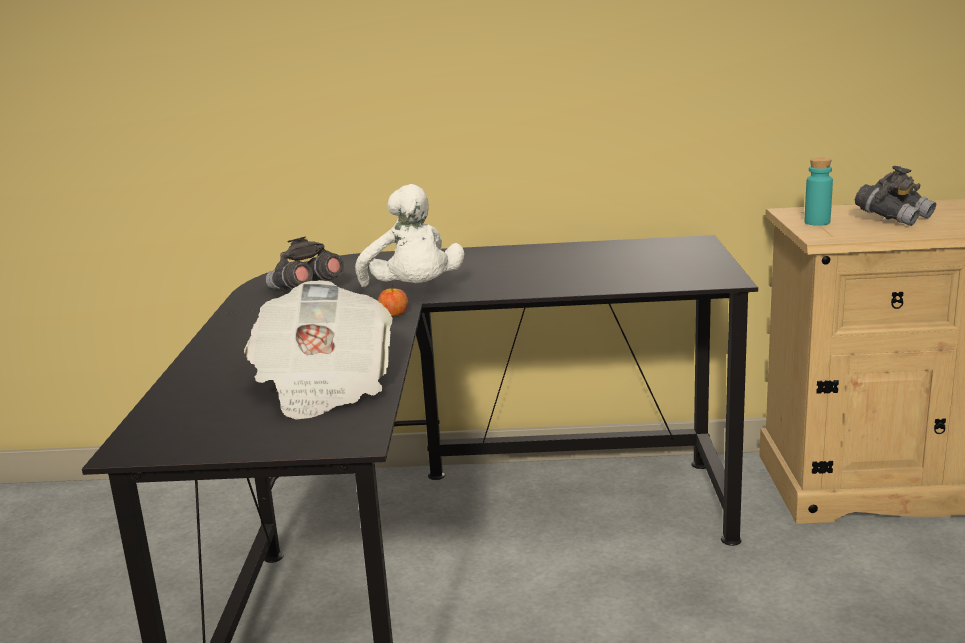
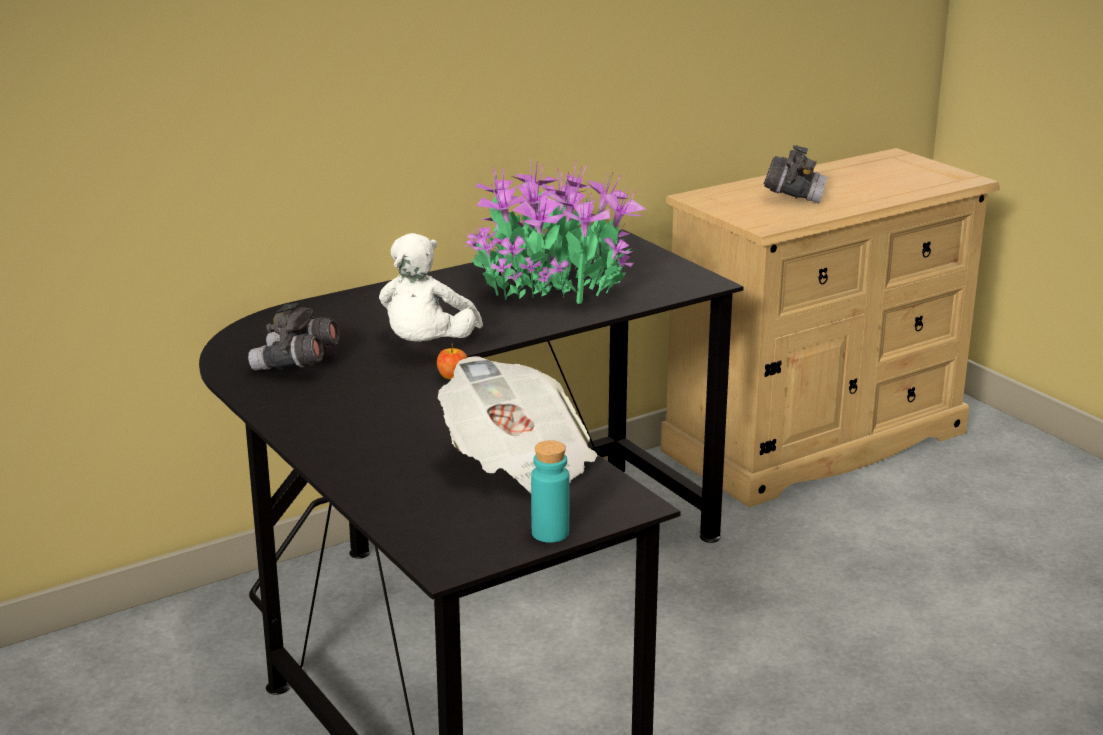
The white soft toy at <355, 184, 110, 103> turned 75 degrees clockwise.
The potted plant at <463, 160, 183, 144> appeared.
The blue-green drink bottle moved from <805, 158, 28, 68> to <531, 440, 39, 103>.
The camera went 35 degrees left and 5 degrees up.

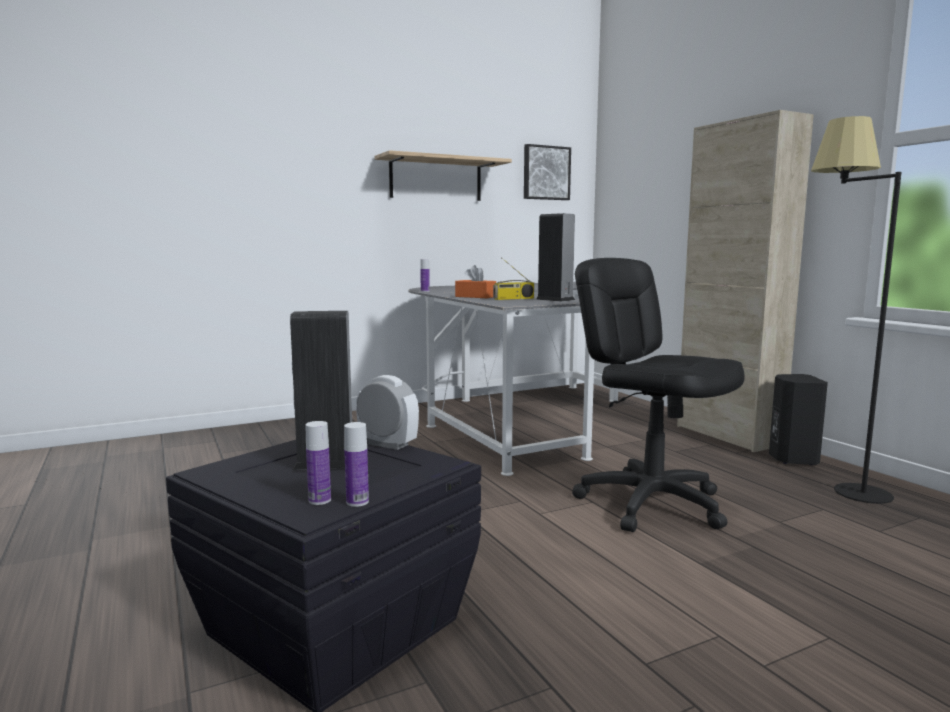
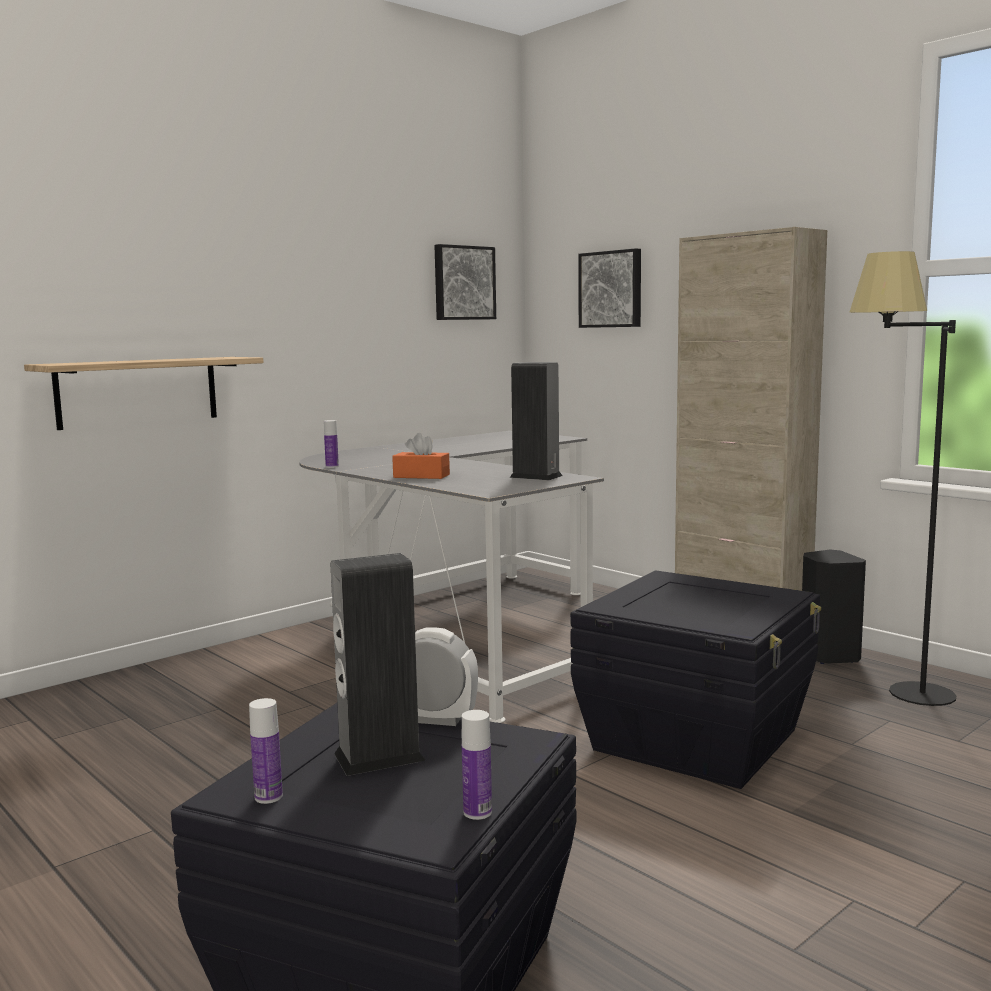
The shelf moved from <374, 150, 138, 51> to <24, 357, 240, 73>.
The drink bottle moved from <306, 421, 25, 84> to <249, 698, 34, 106>.
The black computer chair at <572, 258, 173, 274> was replaced by the black storage container at <570, 570, 251, 219>.
The wall art at <578, 248, 63, 80> appeared.
The radio set at <493, 257, 41, 43> disappeared.
The camera went 15 degrees left and 0 degrees up.

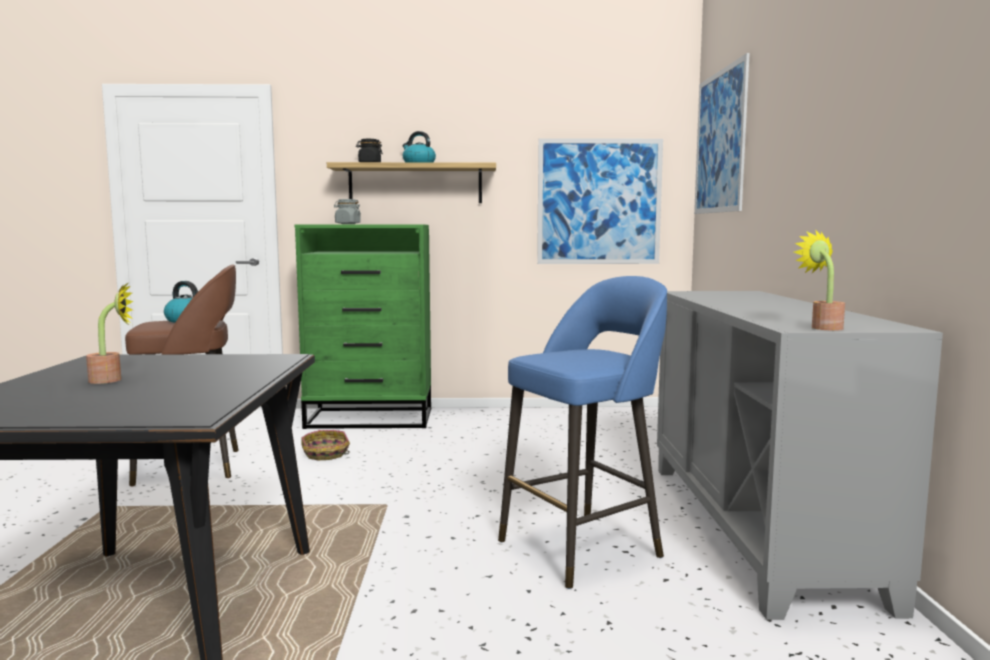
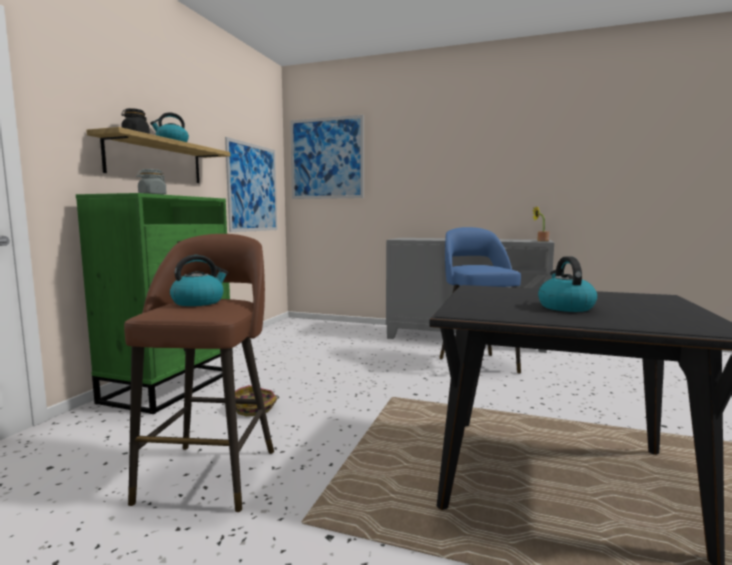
The potted plant at <86, 282, 47, 102> was replaced by the tea kettle at <538, 256, 59, 56>.
The camera went 70 degrees left and 0 degrees up.

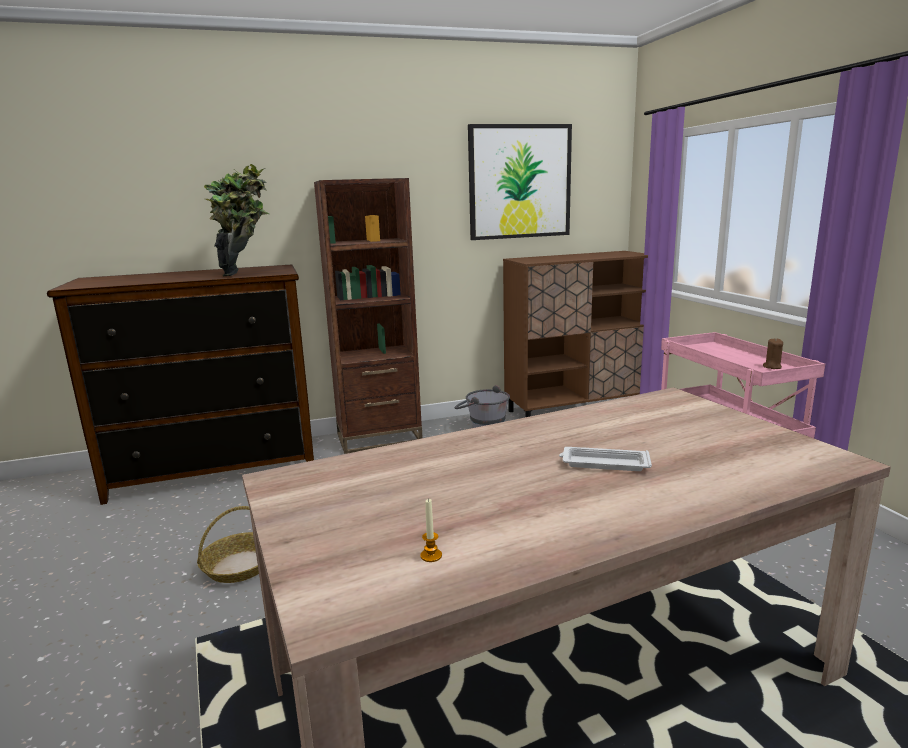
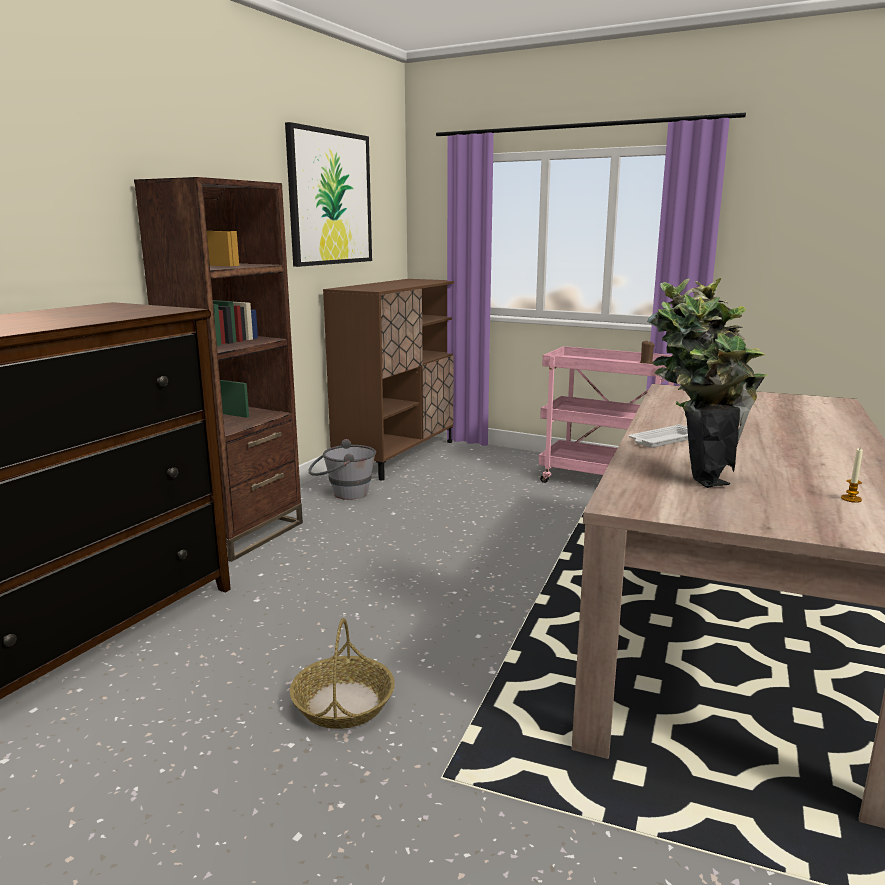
The white tray moved from <559, 447, 93, 24> to <629, 424, 59, 24>.
The potted plant moved from <204, 164, 65, 113> to <647, 278, 120, 210>.
The camera went 45 degrees left and 0 degrees up.

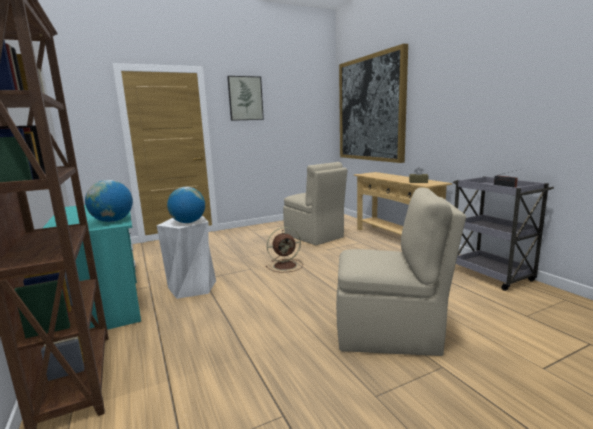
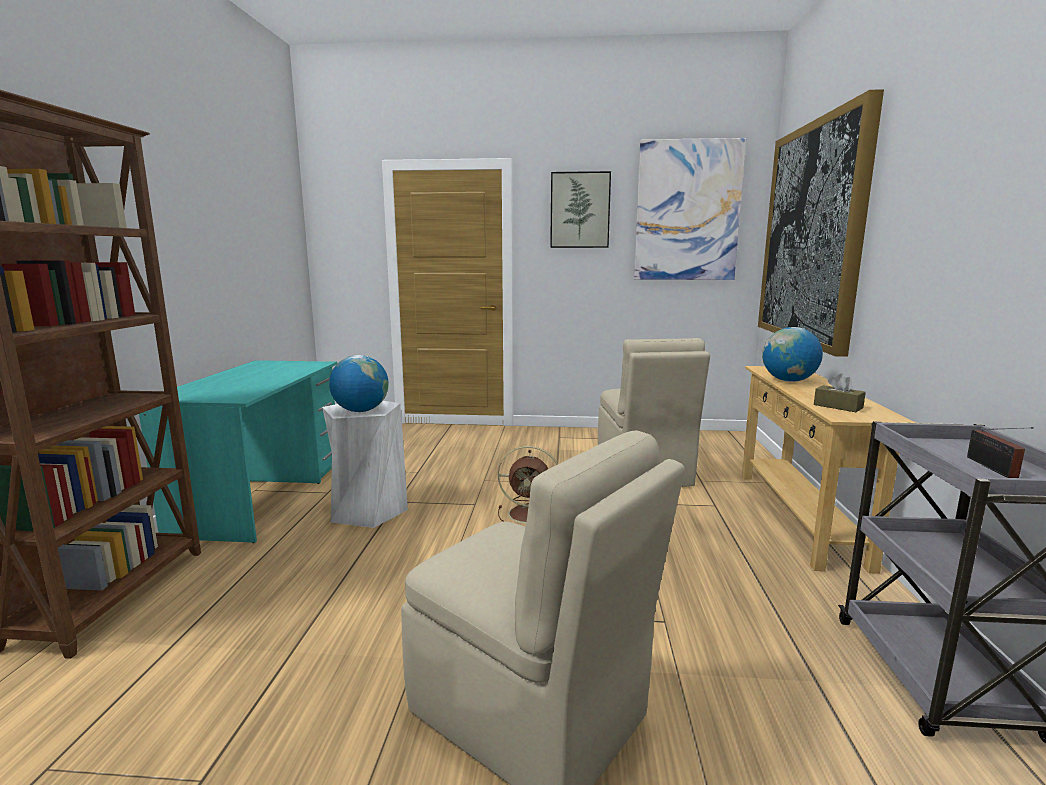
The wall art at <634, 138, 112, 142> appeared.
The globe moved from <85, 180, 48, 42> to <762, 327, 61, 55>.
The camera went 30 degrees right and 0 degrees up.

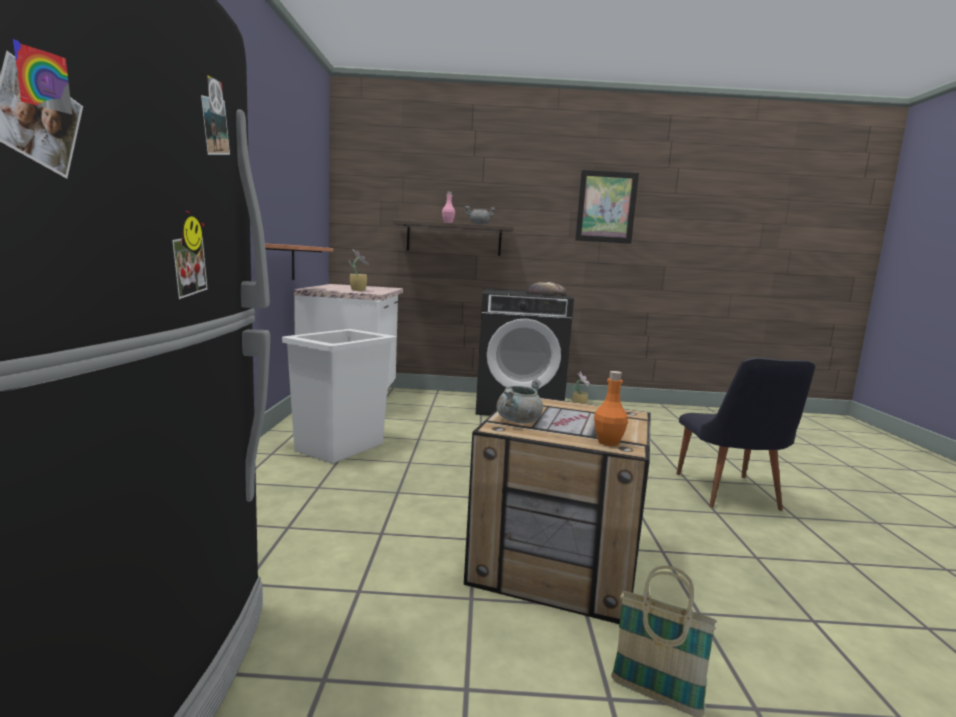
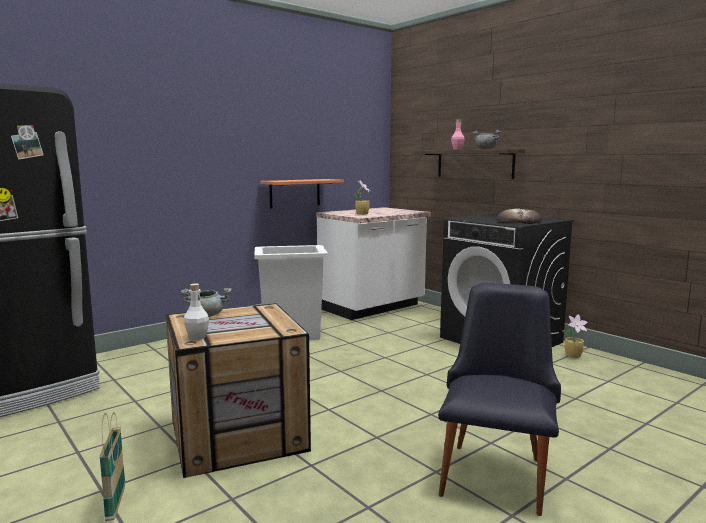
The orangey drink bottle at <594, 371, 34, 75> became the white drink bottle at <184, 283, 25, 57>.
The black chair at <676, 358, 140, 153> turned 150 degrees clockwise.
The wall art at <575, 170, 64, 74> disappeared.
The camera went 50 degrees right and 0 degrees up.

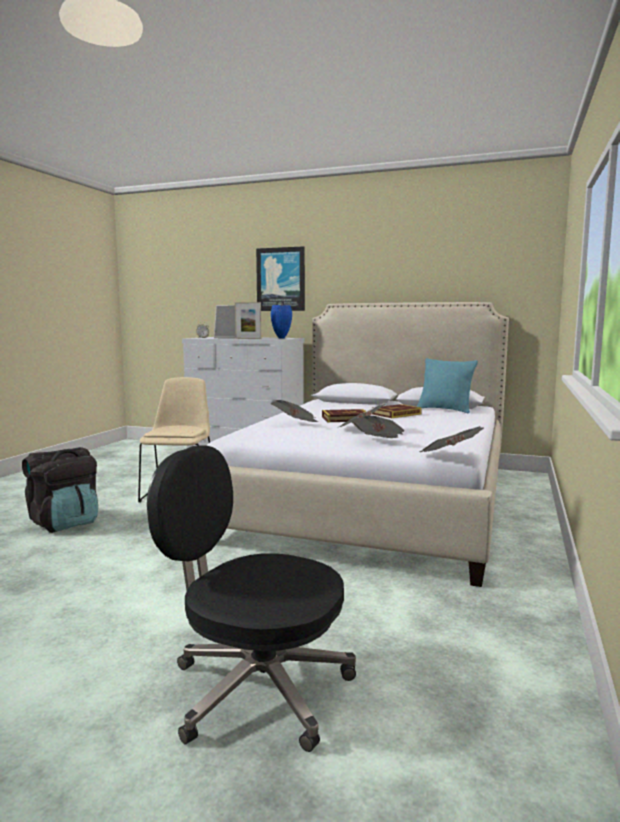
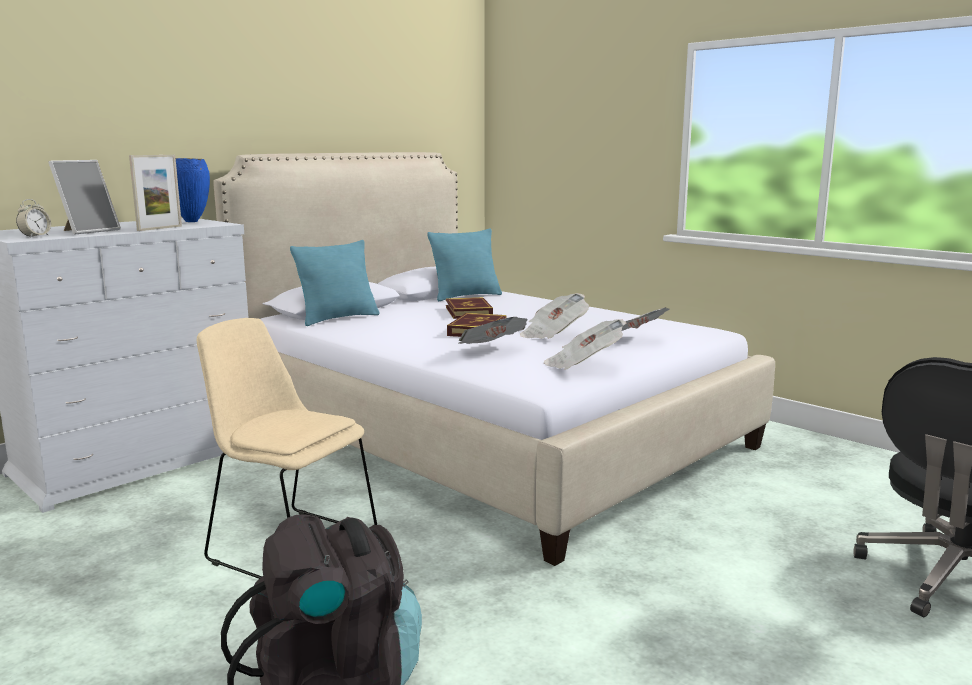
The blue-green throw pillow at <290, 240, 90, 86> appeared.
The printed paper moved from <419, 426, 65, 26> to <544, 319, 82, 51>.
The wall art at <256, 246, 49, 65> disappeared.
The camera went 65 degrees left and 5 degrees up.

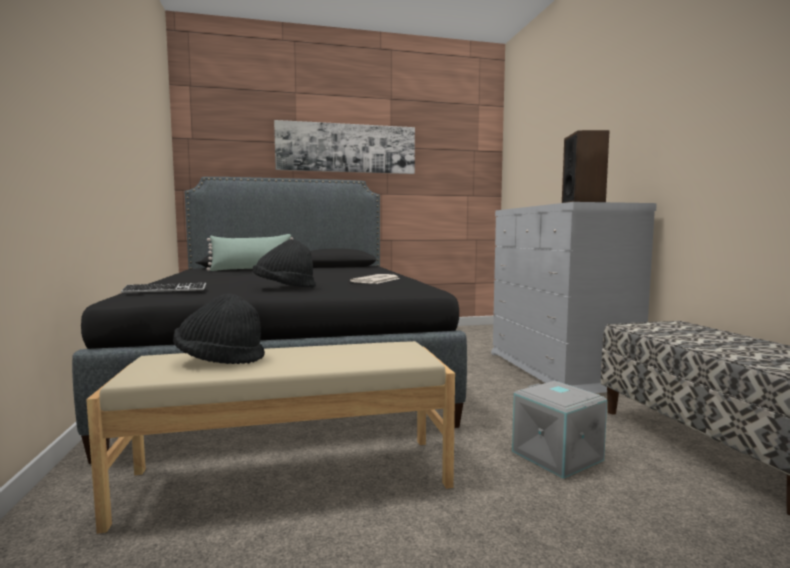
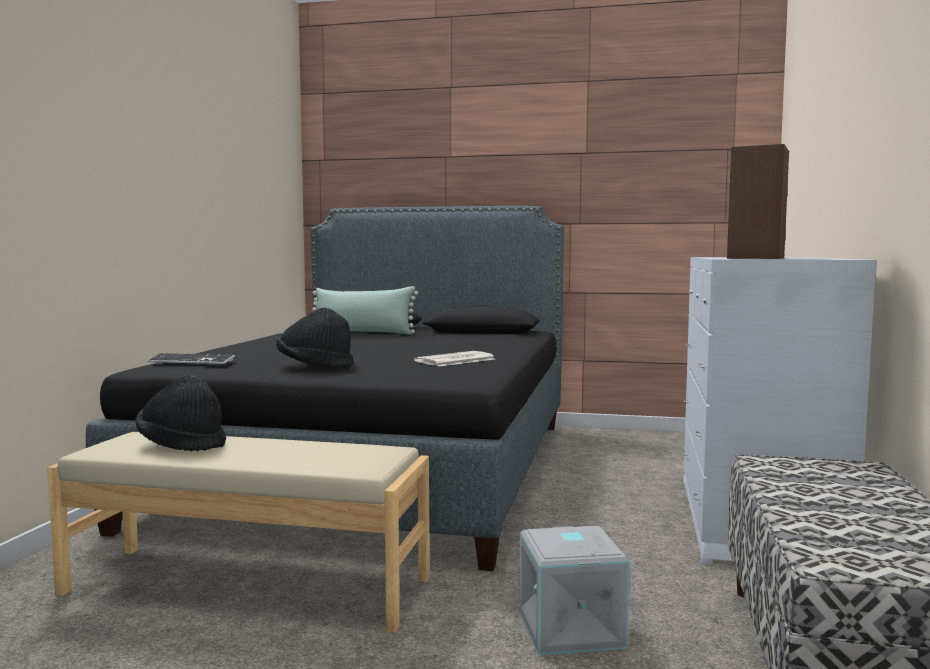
The wall art at <274, 120, 141, 54> disappeared.
The camera went 25 degrees right and 0 degrees up.

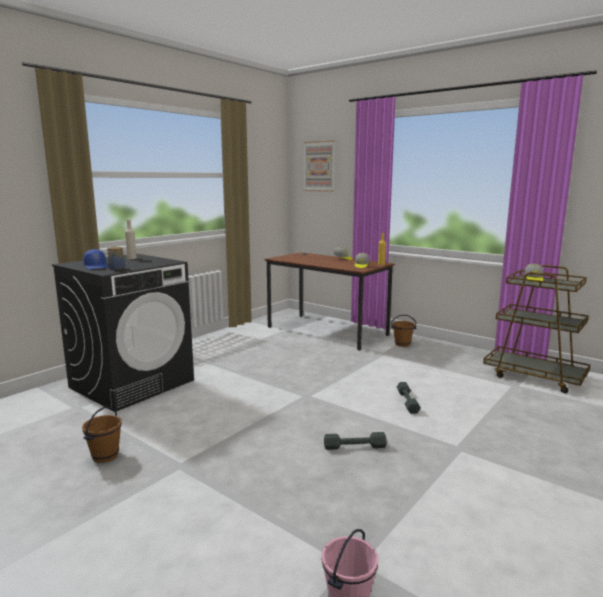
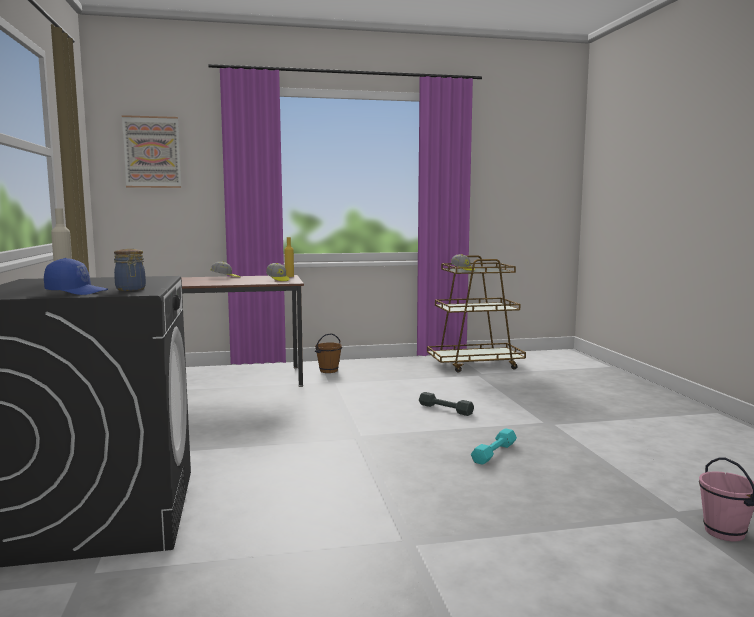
The greyish free weight at <324, 432, 63, 18> became the blue-green free weight at <471, 428, 46, 36>.
The brownish bucket at <82, 406, 40, 57> disappeared.
The camera went 50 degrees left and 5 degrees down.

